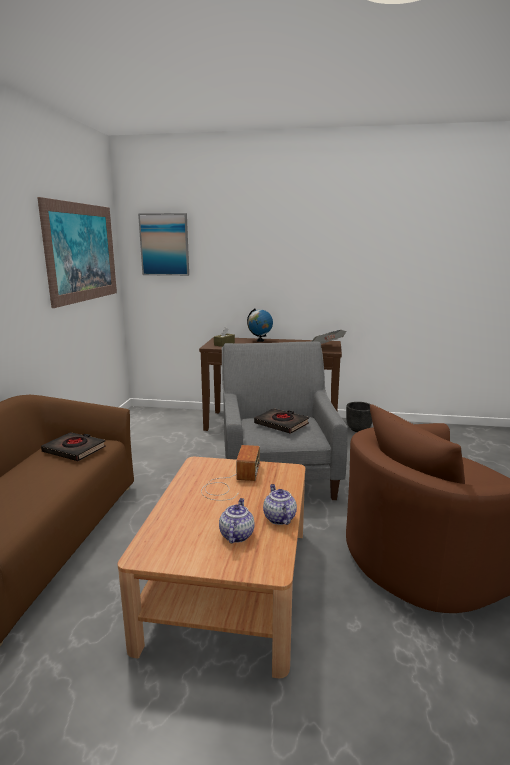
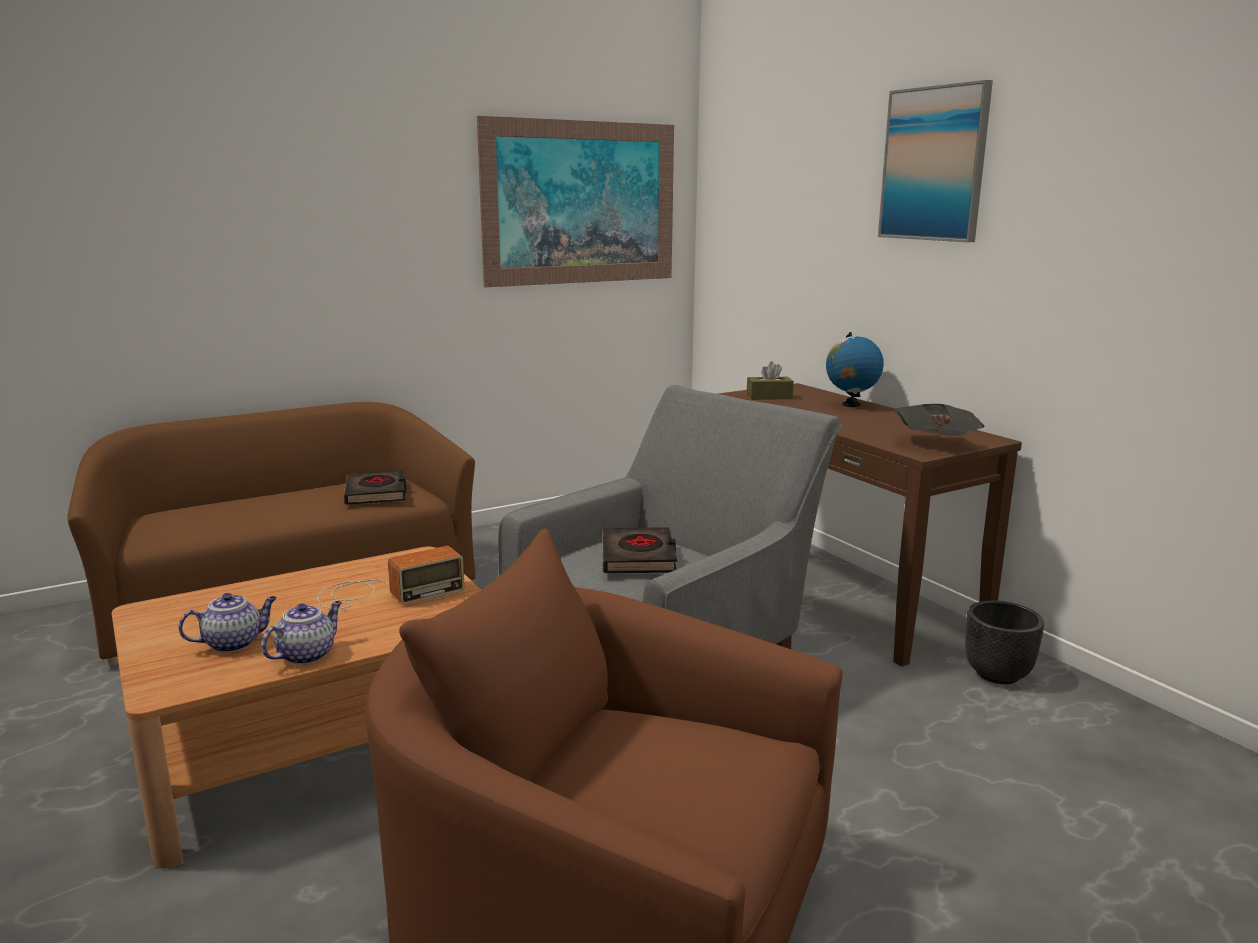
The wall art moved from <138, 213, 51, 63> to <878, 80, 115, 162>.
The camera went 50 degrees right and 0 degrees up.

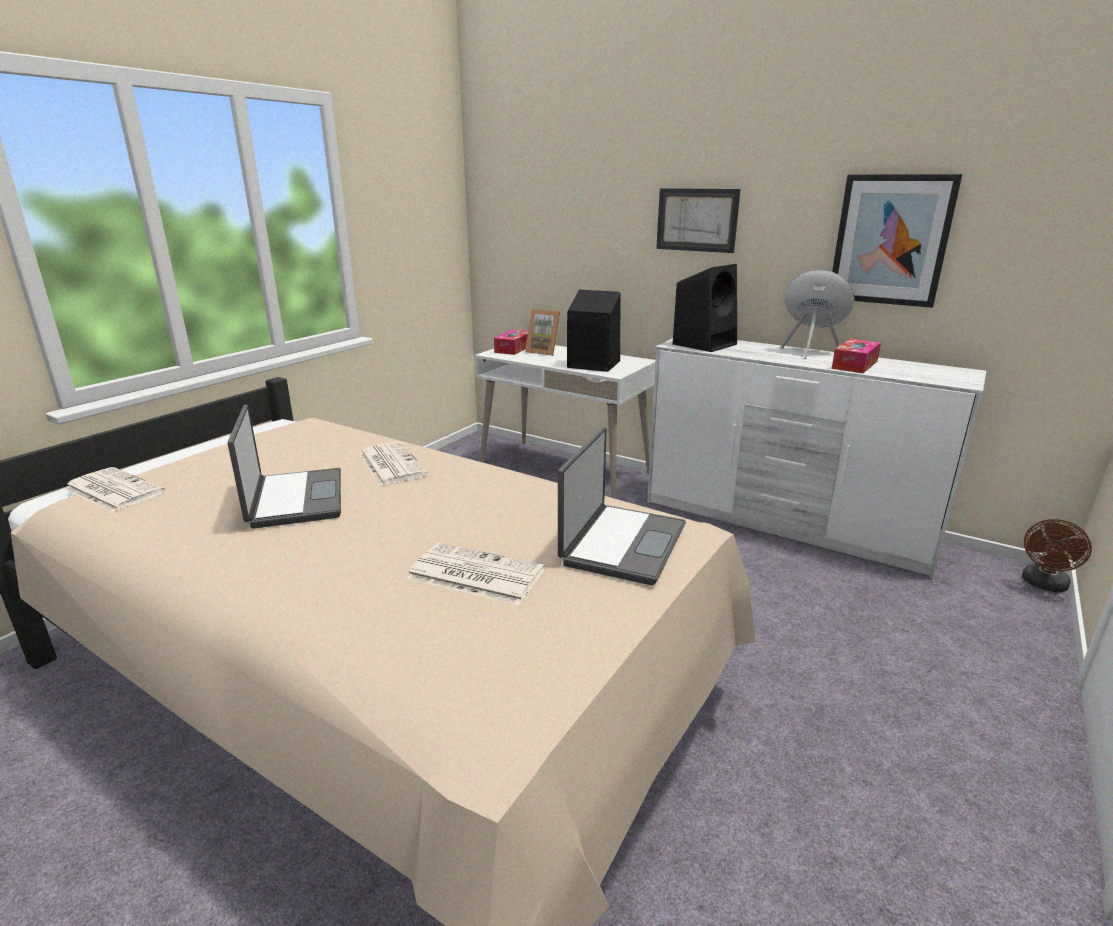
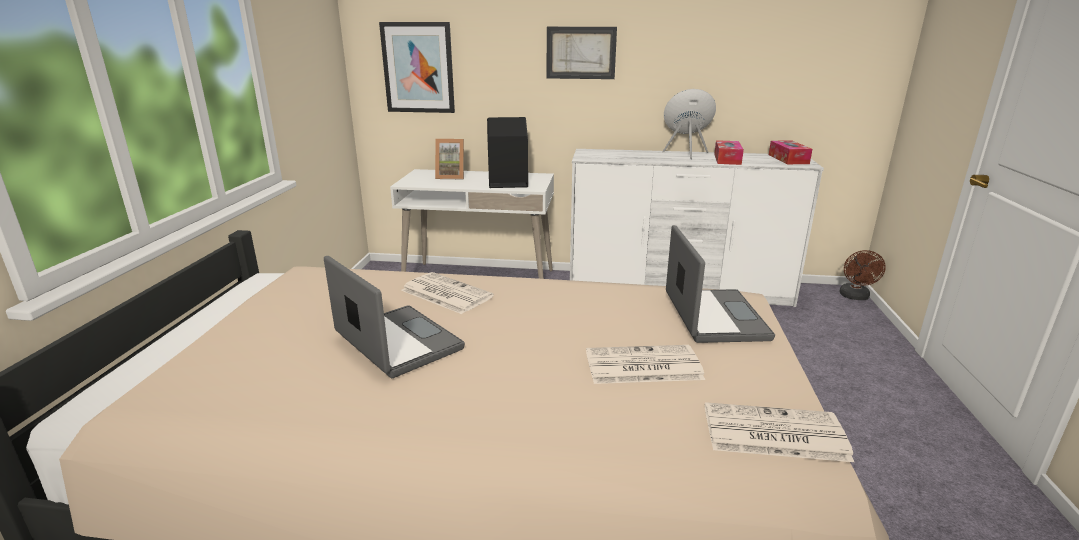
The wall art moved from <832, 174, 130, 134> to <379, 22, 76, 91>.
The printed paper moved from <64, 467, 101, 45> to <705, 402, 149, 60>.
The tissue holder moved from <494, 330, 34, 25> to <769, 140, 43, 24>.
The black audio speaker at <673, 264, 64, 88> disappeared.
The camera went 25 degrees left and 0 degrees up.

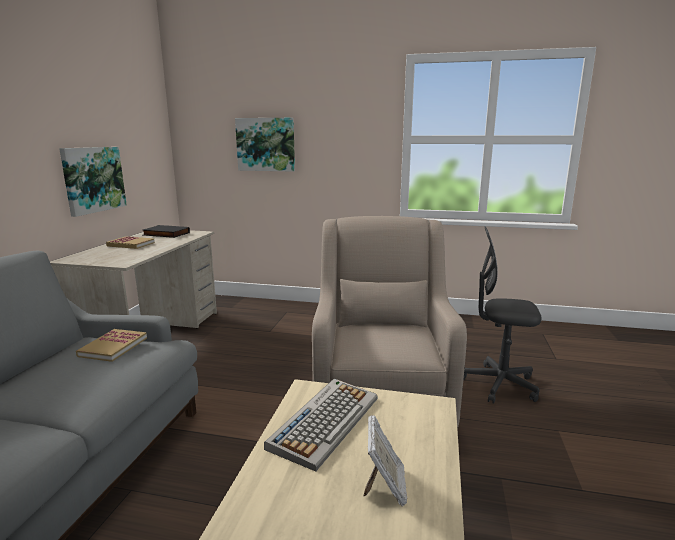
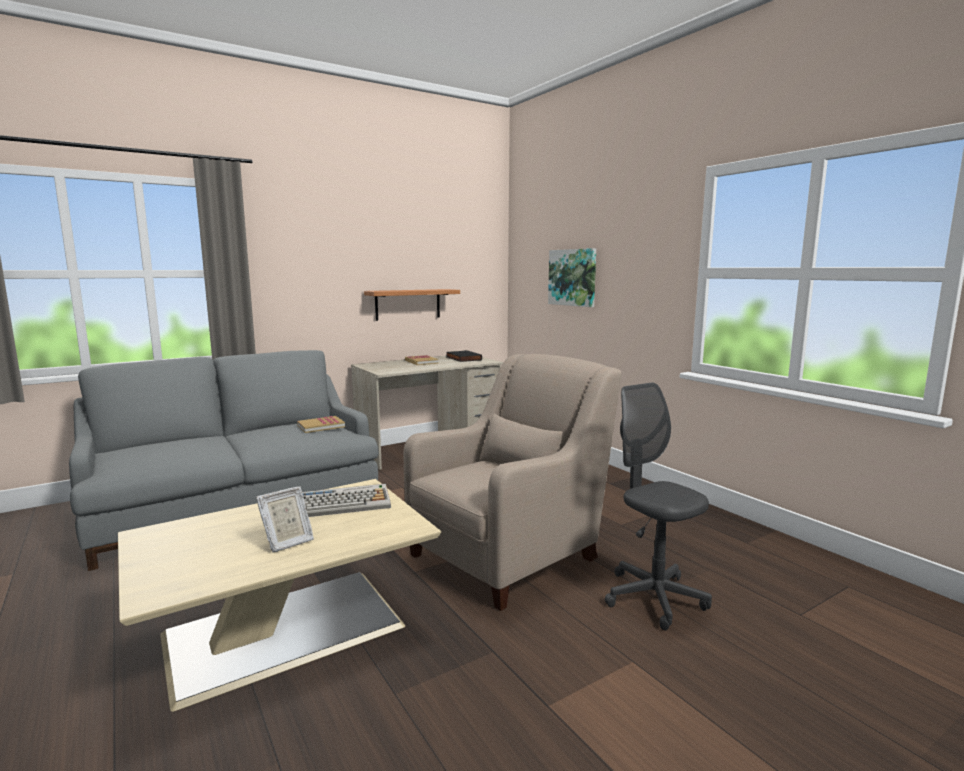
The wall art at <59, 147, 68, 70> was replaced by the shelf at <364, 289, 96, 32>.
The camera went 45 degrees right and 5 degrees down.

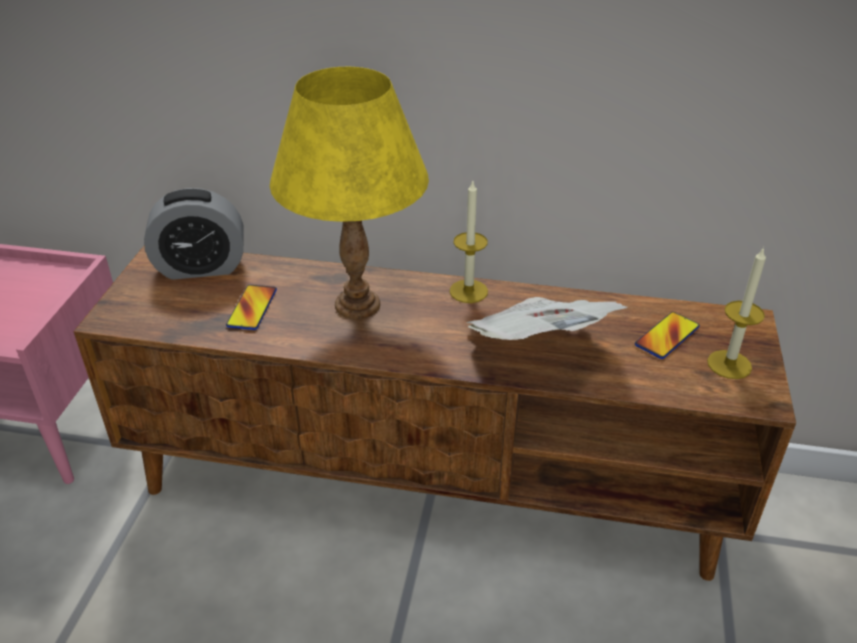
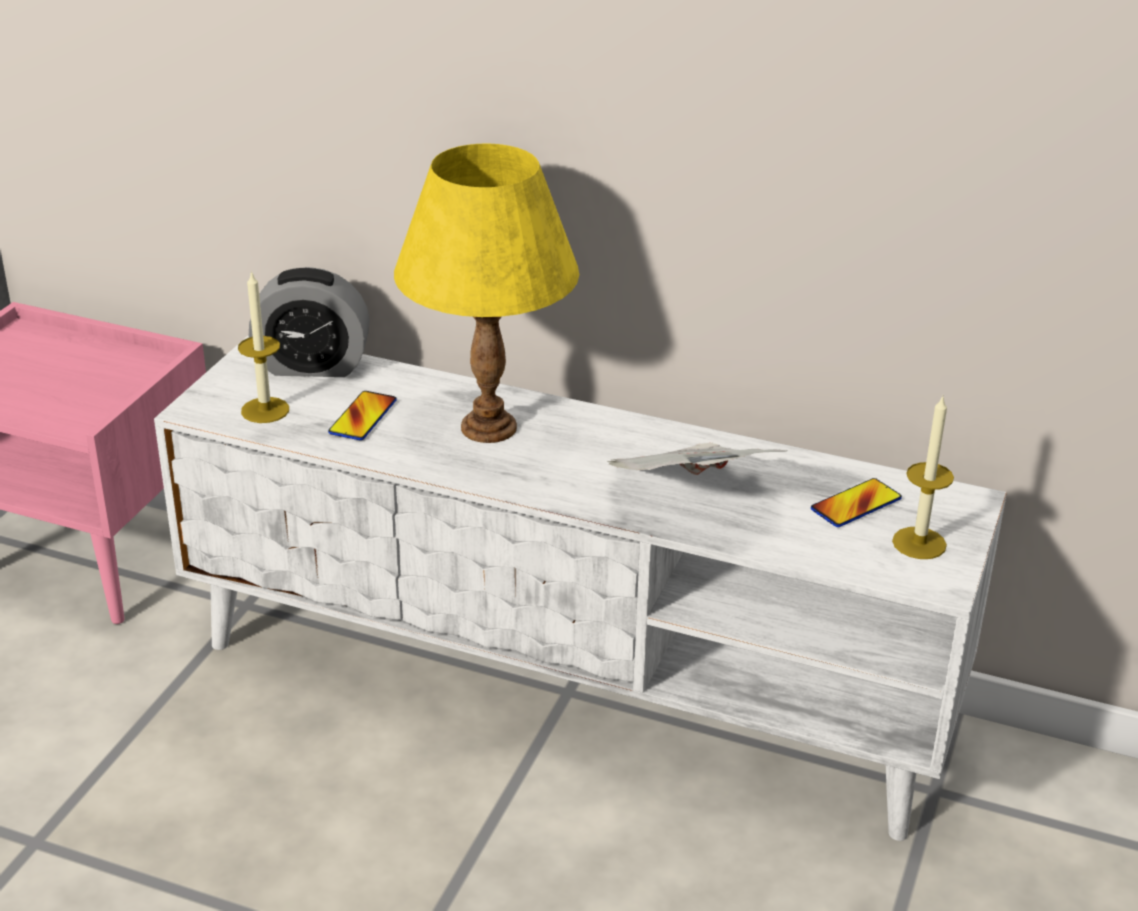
The brownish media console at <73, 245, 723, 336> became the white media console at <154, 335, 853, 506>.
The wax light moved from <450, 181, 38, 122> to <238, 270, 51, 153>.
The camera went 10 degrees right and 5 degrees down.

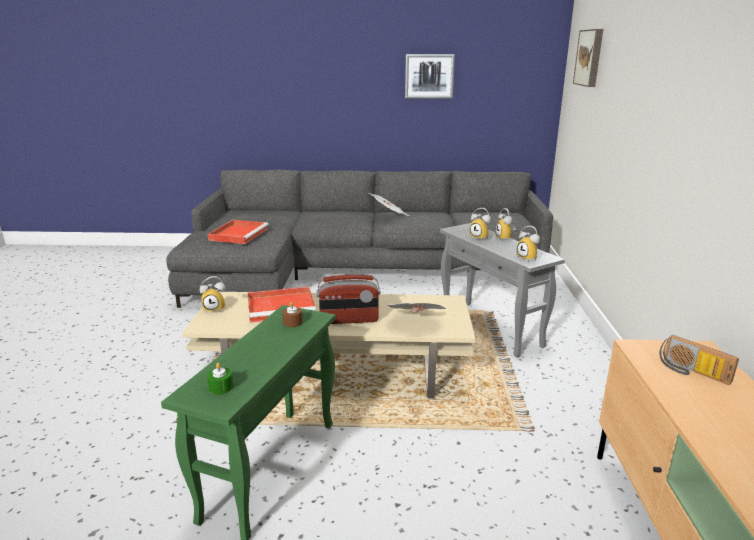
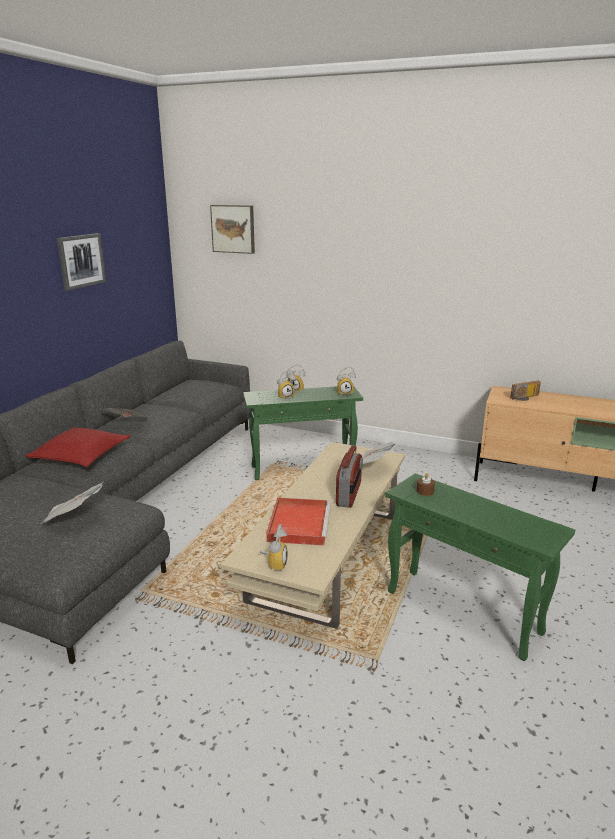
The reddish throw pillow at <25, 427, 106, 40> appeared.
The reddish tray at <208, 220, 60, 24> was replaced by the printed paper at <40, 482, 63, 42>.
The greyish end table at <440, 223, 125, 134> became the greenish end table at <243, 386, 120, 94>.
The greenish wax light at <207, 363, 26, 32> disappeared.
The camera went 70 degrees left and 0 degrees up.

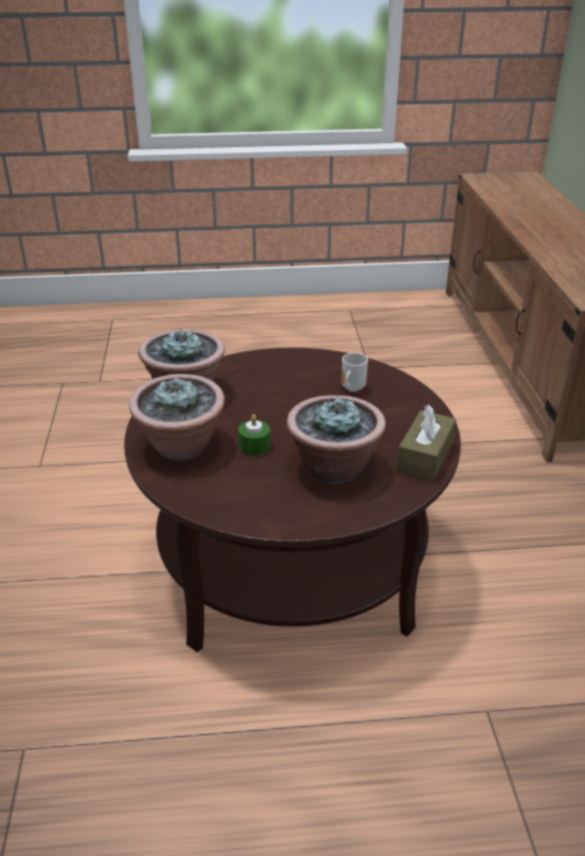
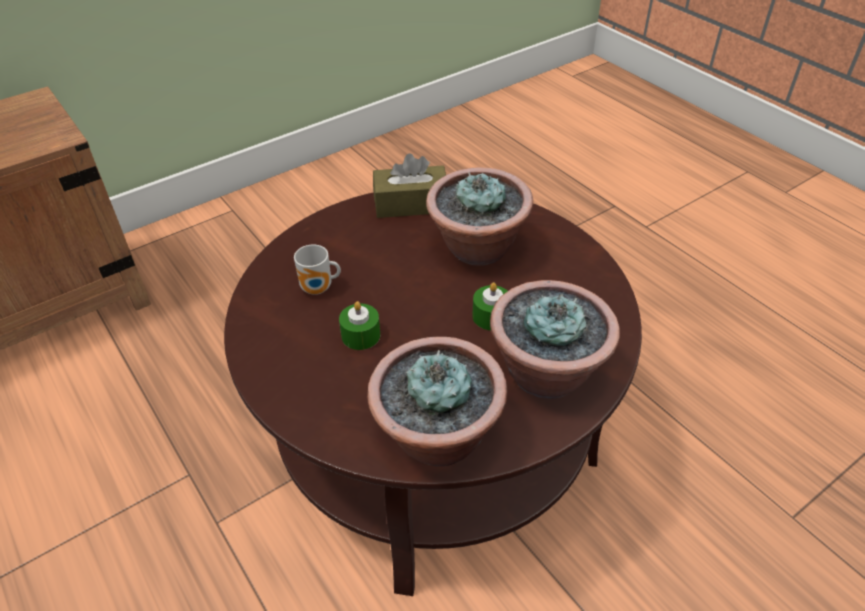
The greenish wax light at <339, 301, 41, 49> appeared.
The camera went 120 degrees left and 10 degrees up.

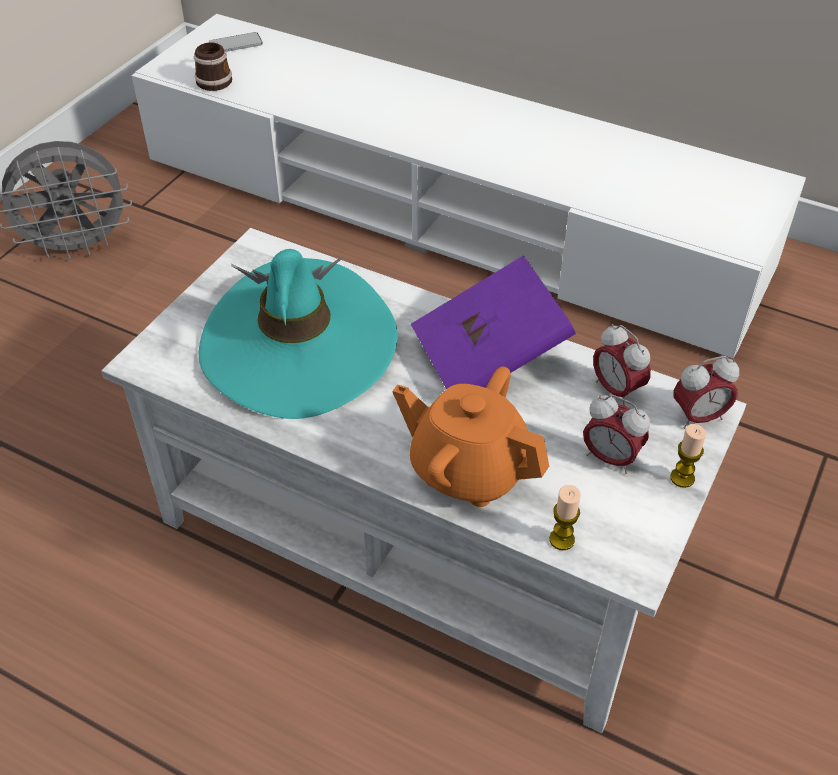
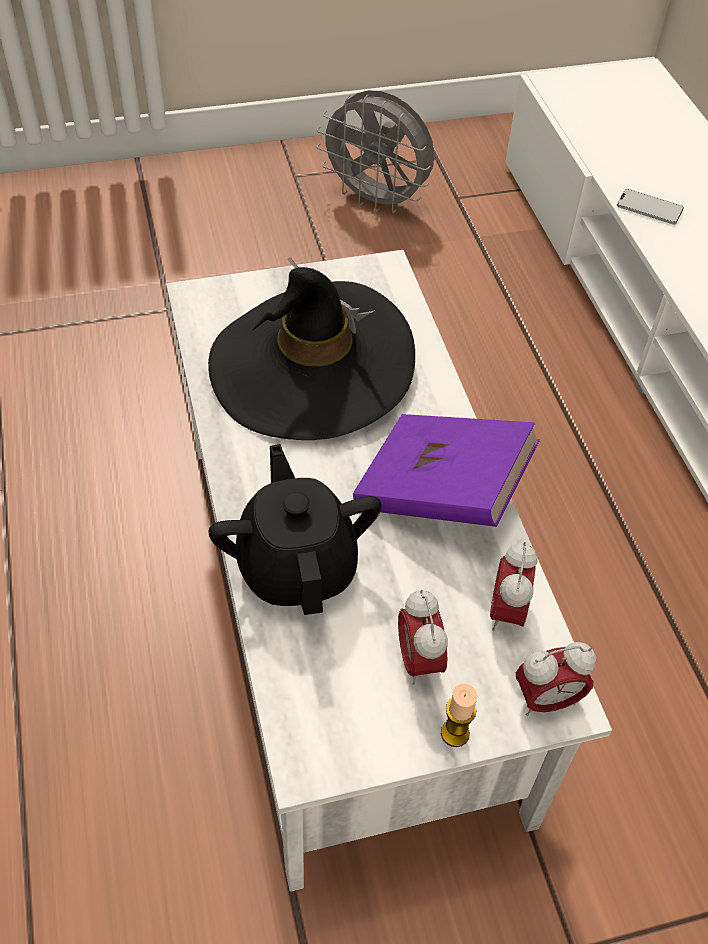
The blue-green wearable hat at <199, 249, 198, 170> became the black wearable hat at <208, 257, 207, 183>.
The orangey pot for tea at <393, 367, 156, 140> became the black pot for tea at <208, 444, 174, 171>.
The table clock at <674, 356, 65, 73> turned 45 degrees counterclockwise.
The phone moved from <209, 32, 54, 20> to <617, 189, 67, 36>.
The tea mug at <194, 42, 38, 49> disappeared.
The wax light at <549, 485, 32, 65> disappeared.
The camera went 45 degrees right and 5 degrees up.

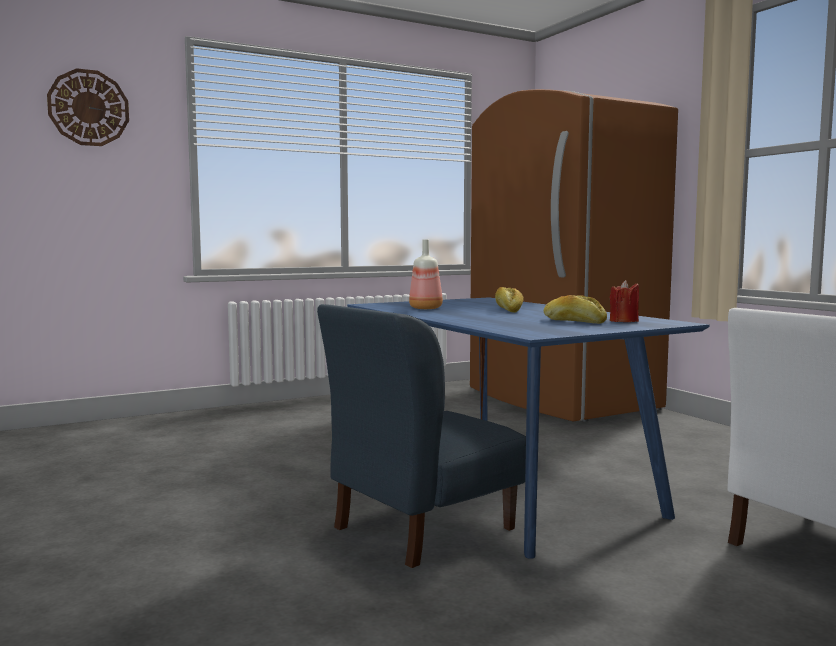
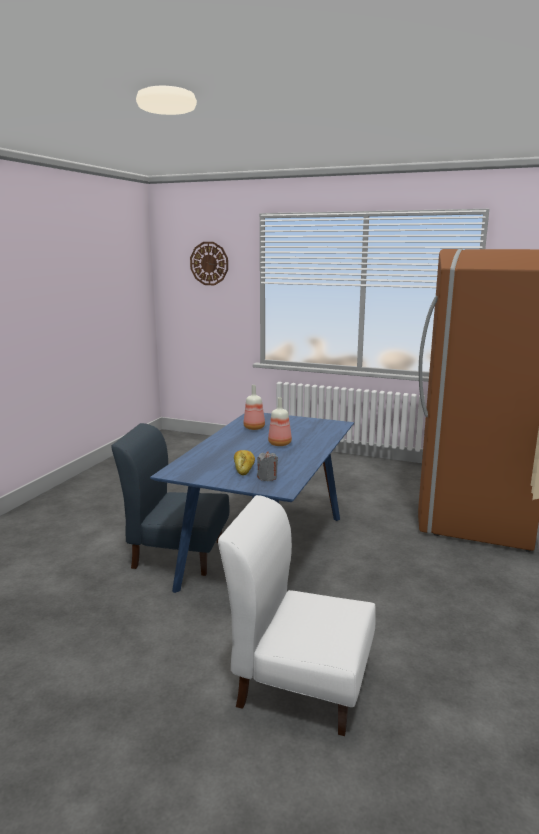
The reddish wax light at <610, 280, 29, 42> became the greyish wax light at <257, 451, 21, 30>.
The bread at <495, 287, 28, 26> was replaced by the drink bottle at <268, 397, 24, 49>.
The camera went 50 degrees right and 10 degrees up.

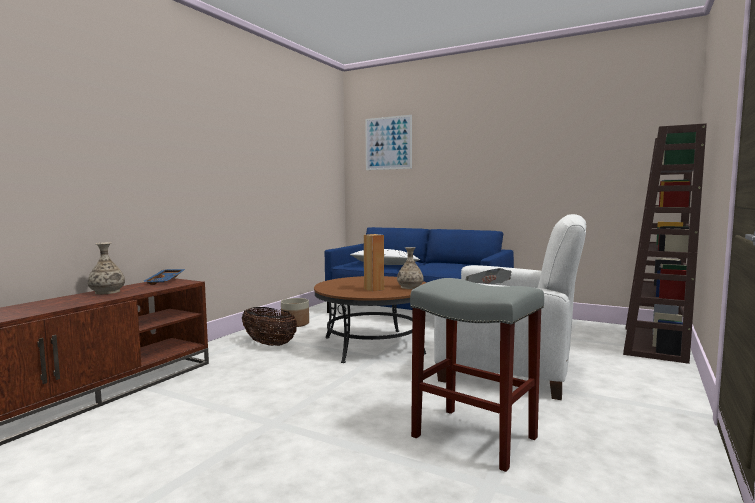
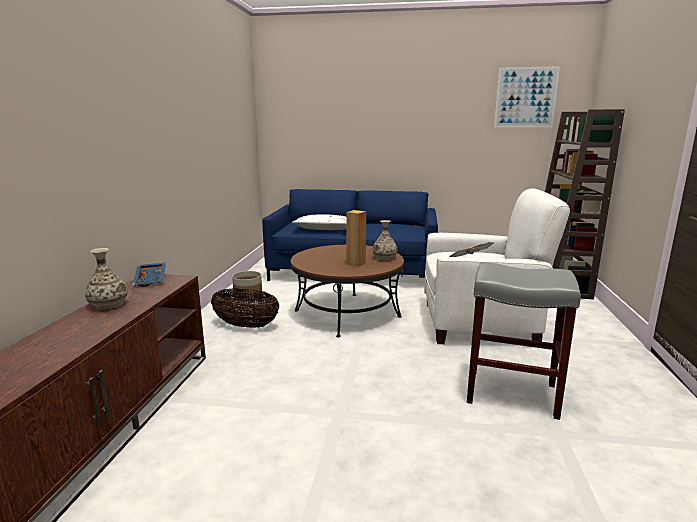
The wall art moved from <365, 115, 47, 55> to <494, 66, 66, 61>.
The camera went 20 degrees left and 10 degrees up.

